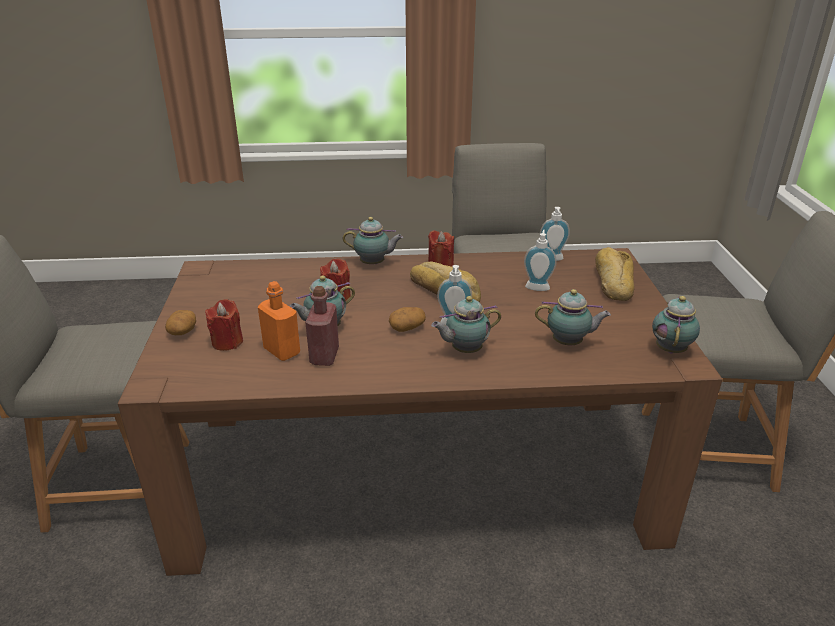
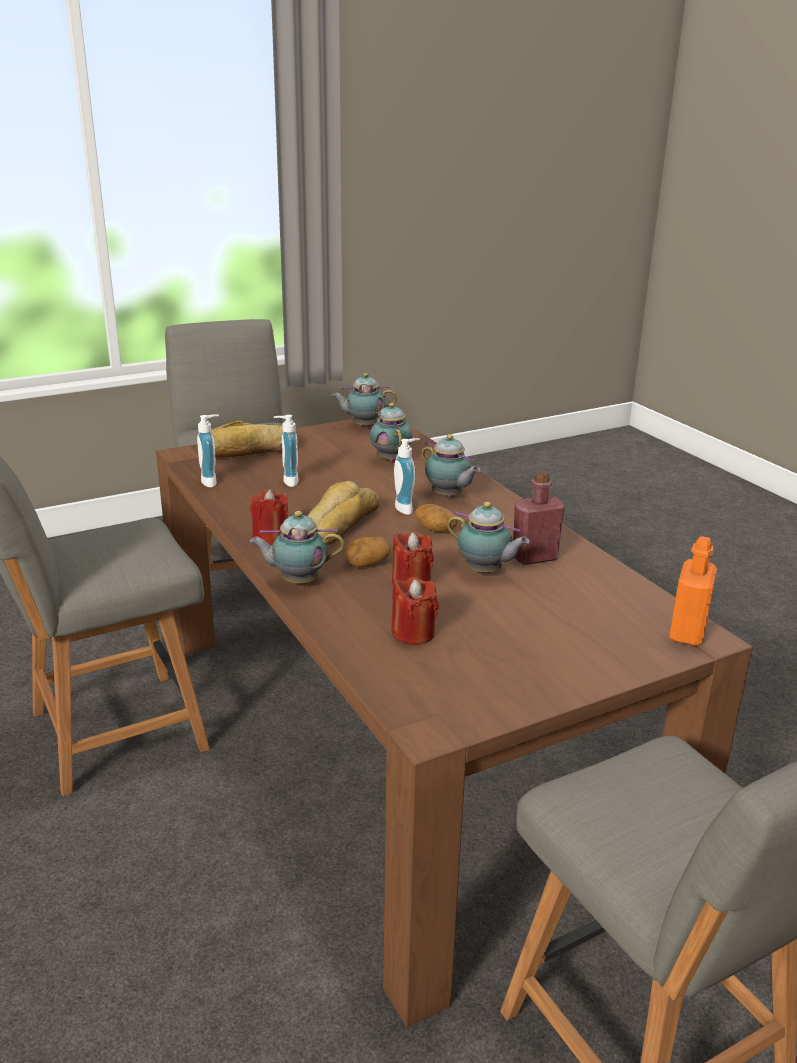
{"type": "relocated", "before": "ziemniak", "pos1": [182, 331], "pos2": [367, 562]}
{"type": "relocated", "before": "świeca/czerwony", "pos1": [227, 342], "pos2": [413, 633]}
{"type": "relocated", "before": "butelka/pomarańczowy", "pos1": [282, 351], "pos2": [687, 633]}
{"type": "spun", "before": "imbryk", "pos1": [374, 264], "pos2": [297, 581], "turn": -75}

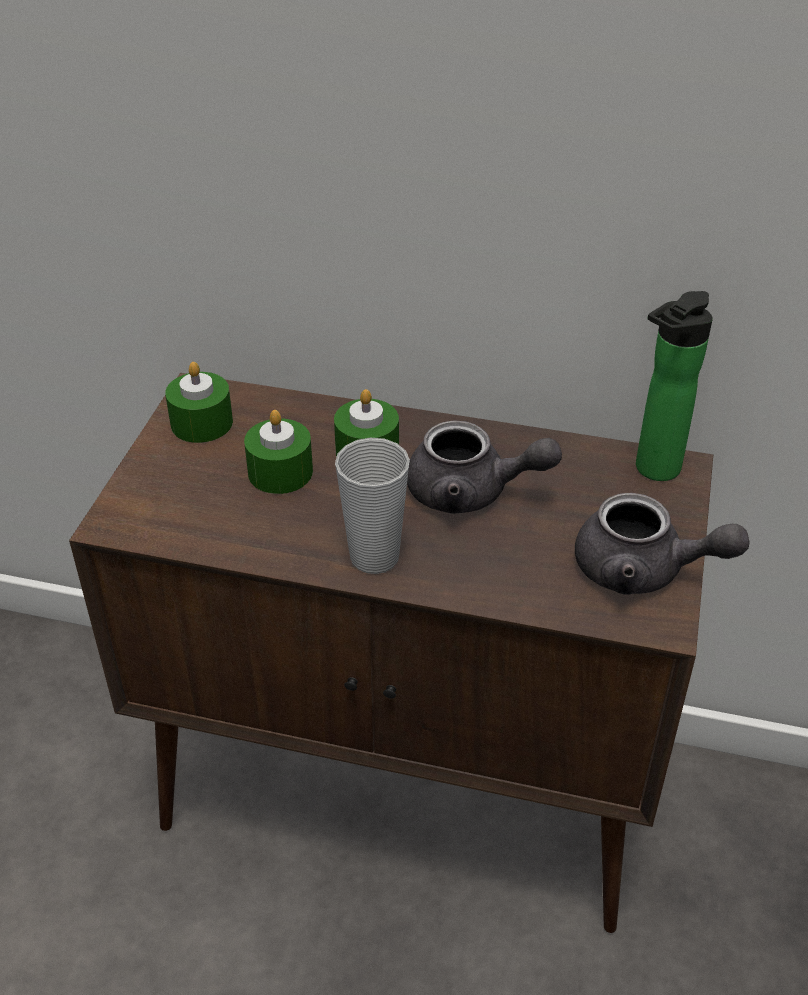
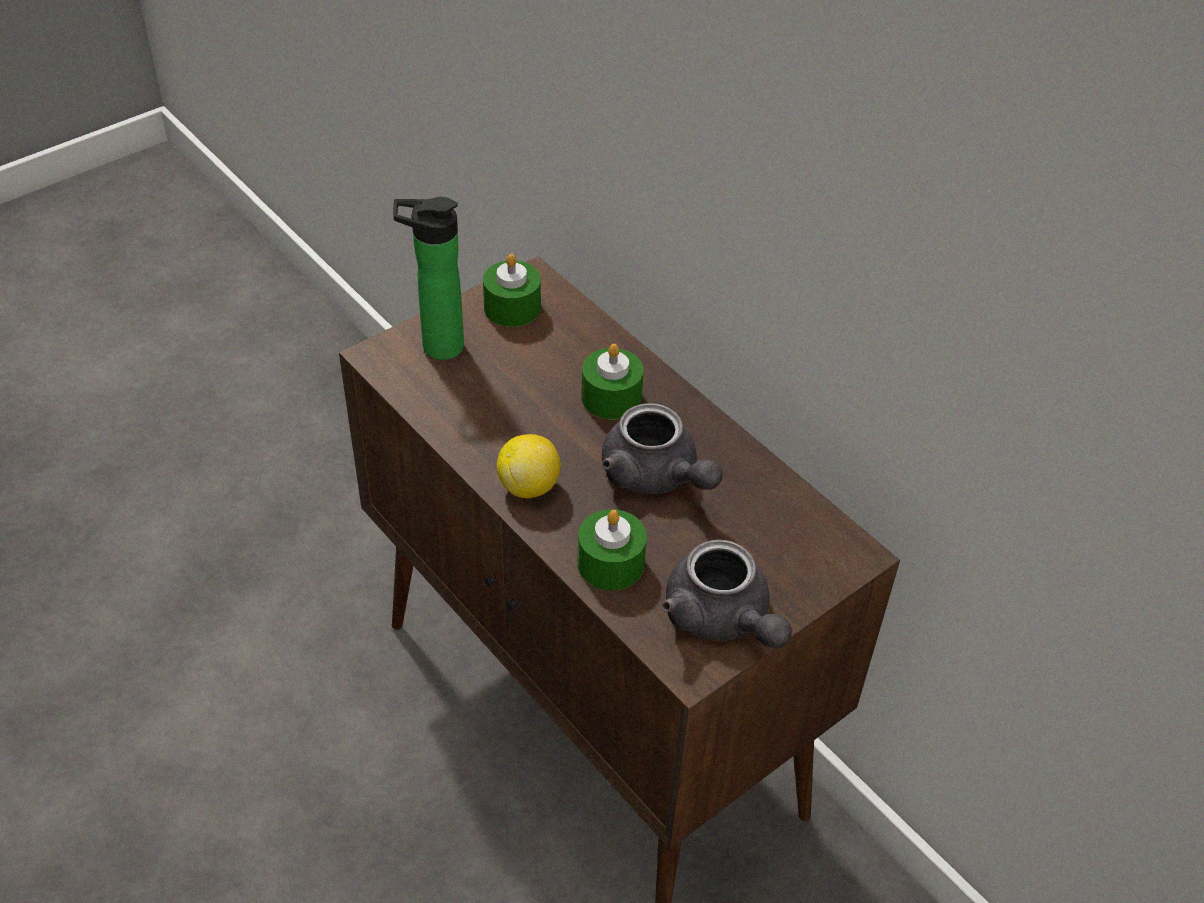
{"type": "relocated", "before": "świeca/zielony", "pos1": [280, 472], "pos2": [610, 563]}
{"type": "relocated", "before": "butelka", "pos1": [653, 470], "pos2": [436, 347]}
{"type": "exchanged", "before": "filiżanka", "after": "cytryna", "pos1": [374, 557], "pos2": [529, 486]}

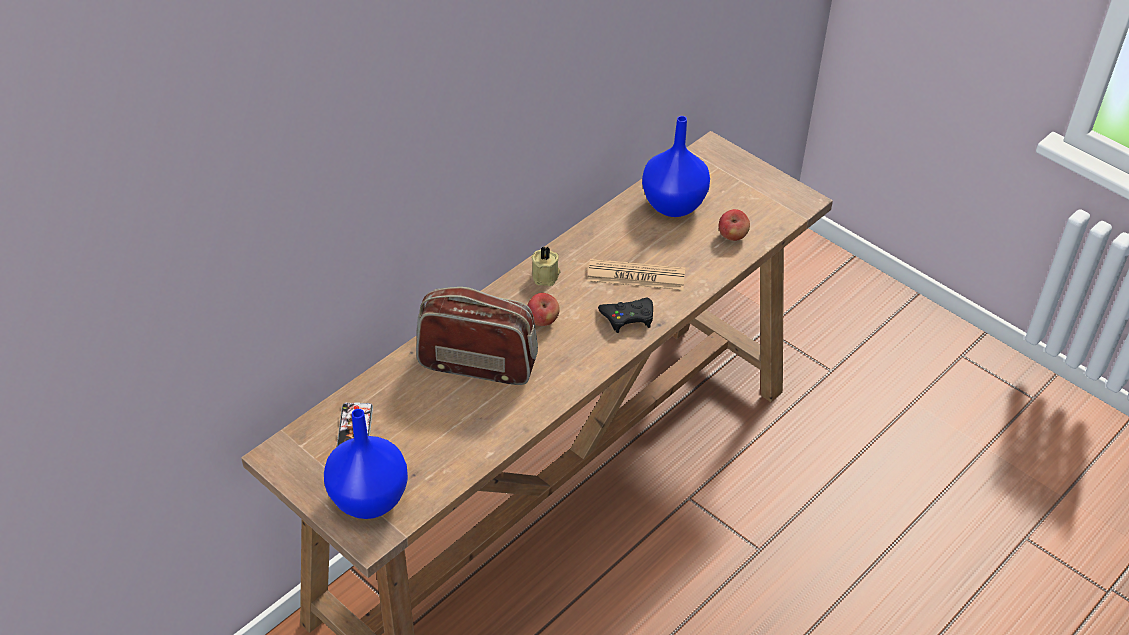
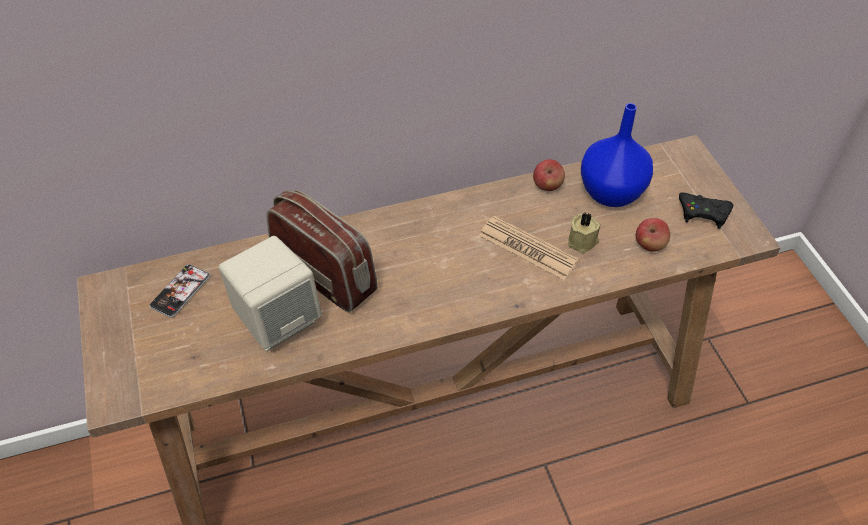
{"type": "missing", "before": "wazon/niebieski", "pos1": [367, 500]}
{"type": "appeared", "after": "głośnik/beżowy", "pos2": [277, 320]}
{"type": "relocated", "before": "jabłko", "pos1": [542, 320], "pos2": [547, 186]}
{"type": "relocated", "before": "świeca/beżowy", "pos1": [546, 276], "pos2": [583, 242]}
{"type": "relocated", "before": "pad do gier/czarny", "pos1": [628, 317], "pos2": [703, 213]}

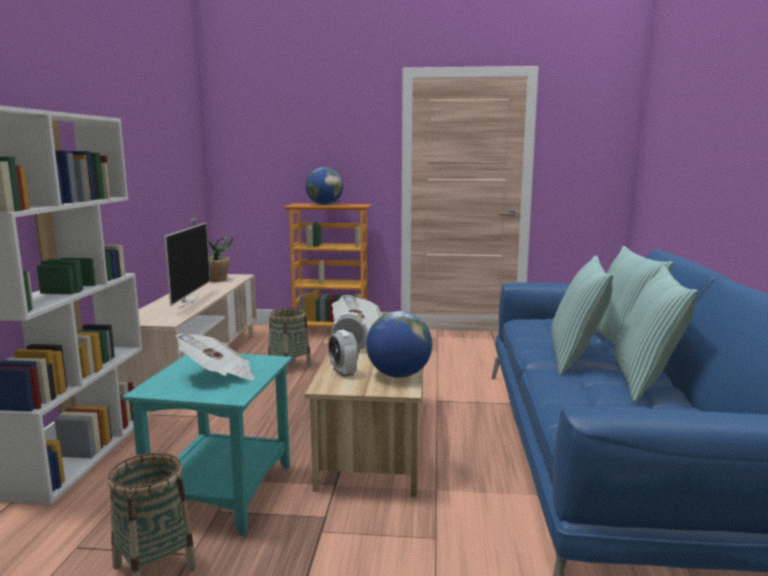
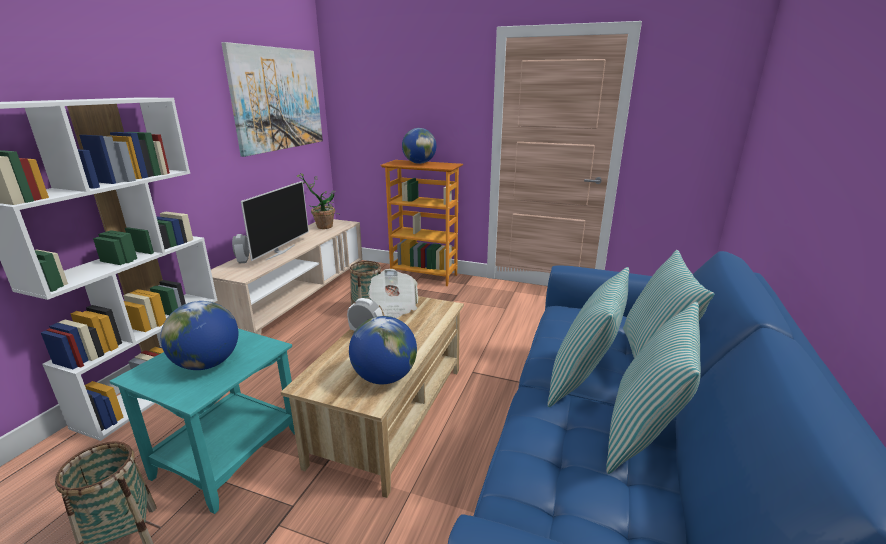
{"type": "appeared", "after": "obraz", "pos2": [278, 99]}
{"type": "relocated", "before": "budzik", "pos1": [343, 372], "pos2": [243, 260]}
{"type": "exchanged", "before": "gazeta", "after": "globus", "pos1": [219, 375], "pos2": [207, 364]}

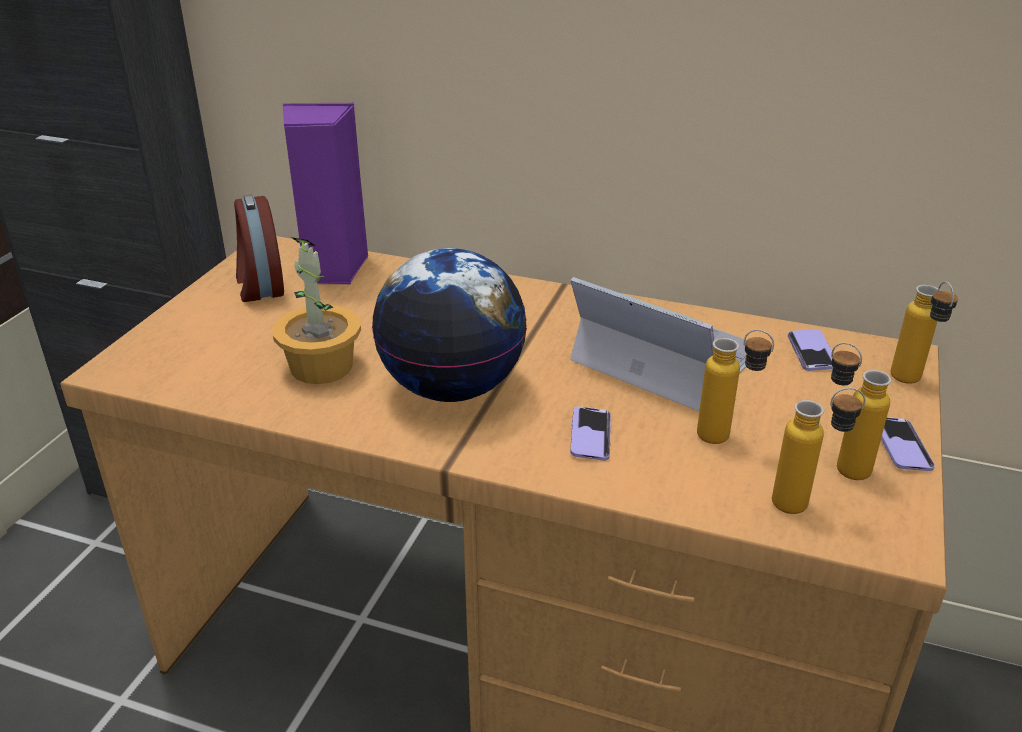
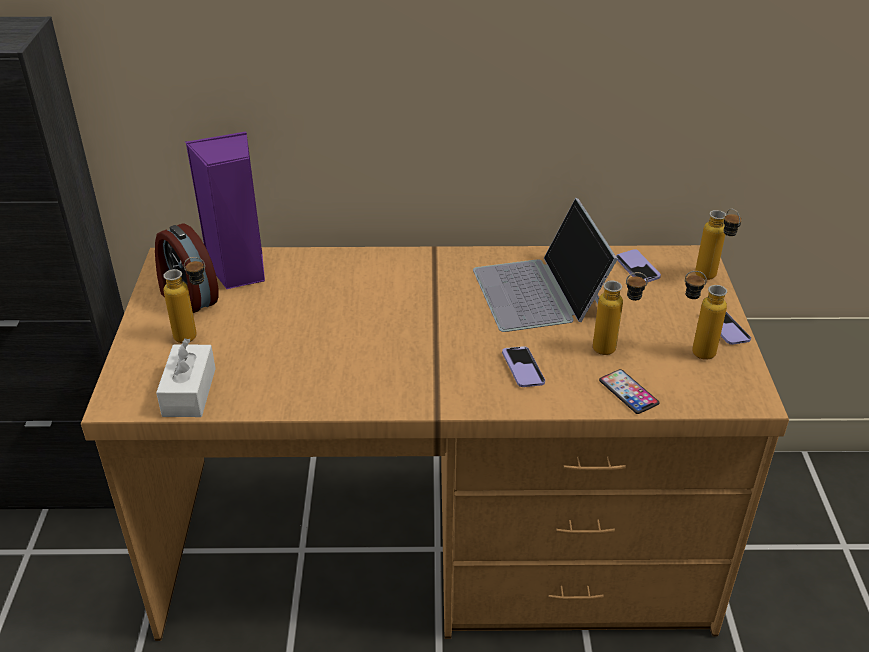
{"type": "missing", "before": "roślina doniczkowa", "pos1": [321, 367]}
{"type": "missing", "before": "globus", "pos1": [452, 388]}
{"type": "appeared", "after": "pudełko chusteczek/biały", "pos2": [189, 392]}
{"type": "appeared", "after": "telefon", "pos2": [628, 392]}
{"type": "relocated", "before": "butelka", "pos1": [804, 505], "pos2": [195, 335]}
{"type": "spun", "before": "laptop", "pos1": [665, 355], "pos2": [540, 292], "turn": -120}

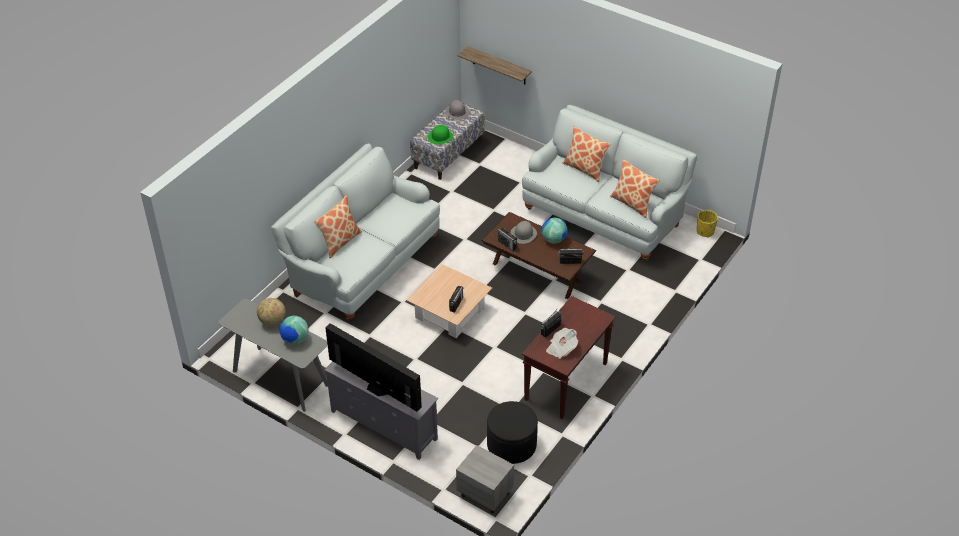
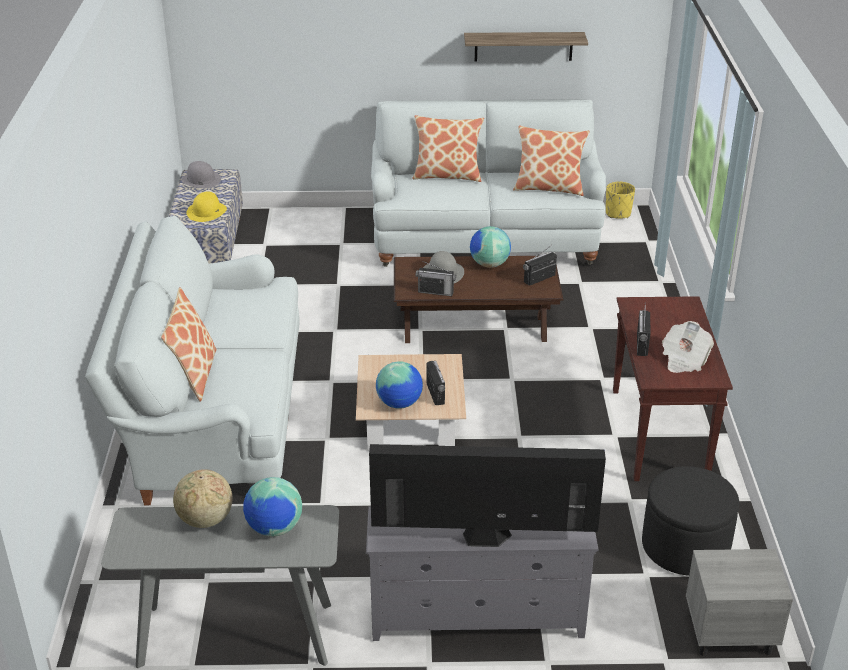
{"type": "appeared", "after": "globus", "pos2": [399, 403]}
{"type": "relocated", "before": "półka", "pos1": [499, 66], "pos2": [523, 46]}
{"type": "colour", "before": "kapelusz/zielony", "after": "kapelusz/żółty", "pos1": [440, 136], "pos2": [206, 211]}

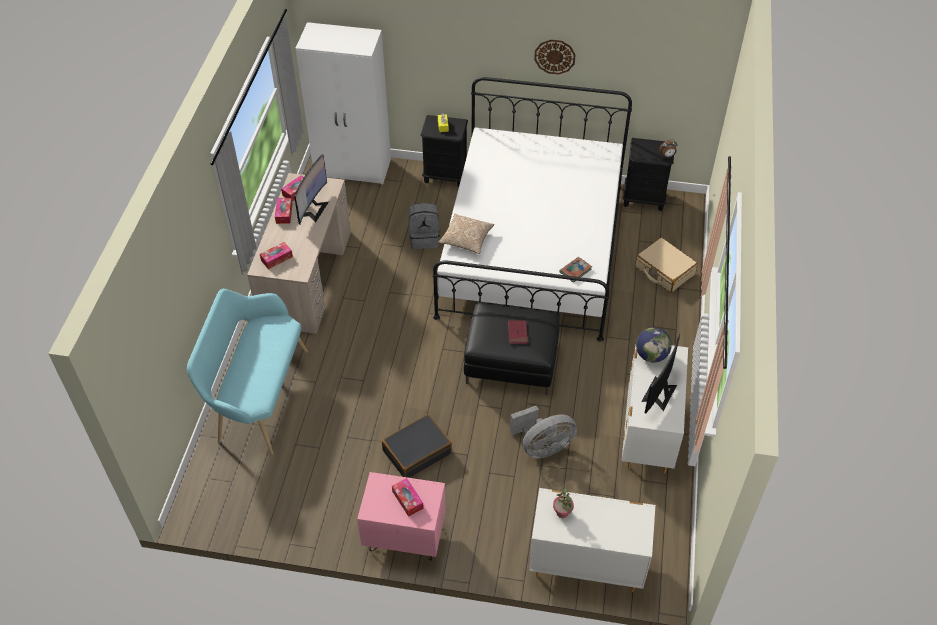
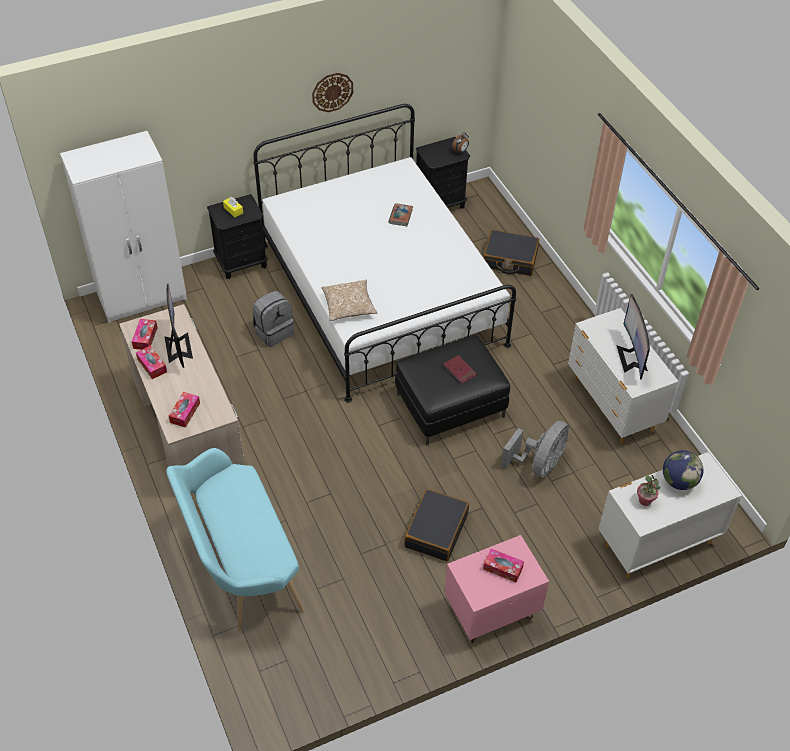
{"type": "relocated", "before": "książka", "pos1": [575, 271], "pos2": [400, 216]}
{"type": "relocated", "before": "globus", "pos1": [651, 355], "pos2": [678, 481]}
{"type": "colour", "before": "walizka/beżowy", "after": "walizka/czarny", "pos1": [664, 271], "pos2": [510, 259]}

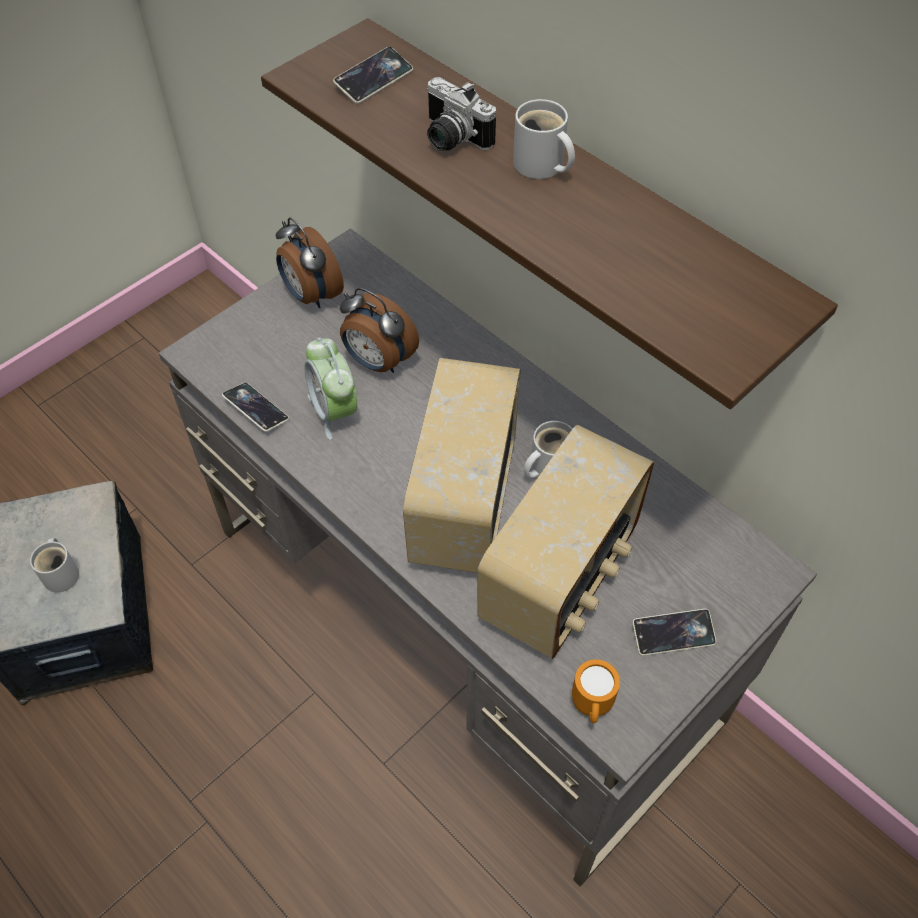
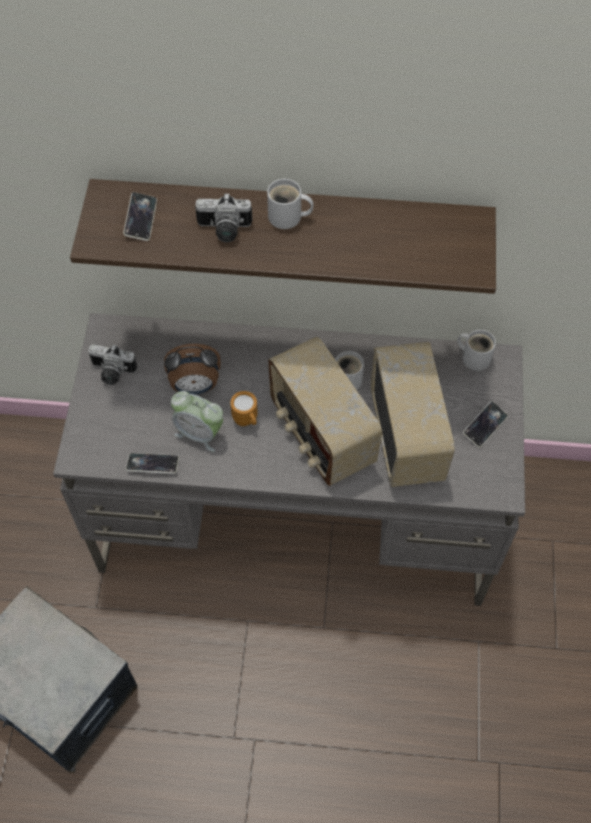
{"type": "relocated", "before": "kubek/biały", "pos1": [62, 573], "pos2": [474, 356]}
{"type": "relocated", "before": "kubek/pomarańczowy", "pos1": [591, 708], "pos2": [247, 421]}
{"type": "exchanged", "before": "budzik", "after": "aparat fotograficzny", "pos1": [311, 295], "pos2": [111, 372]}

